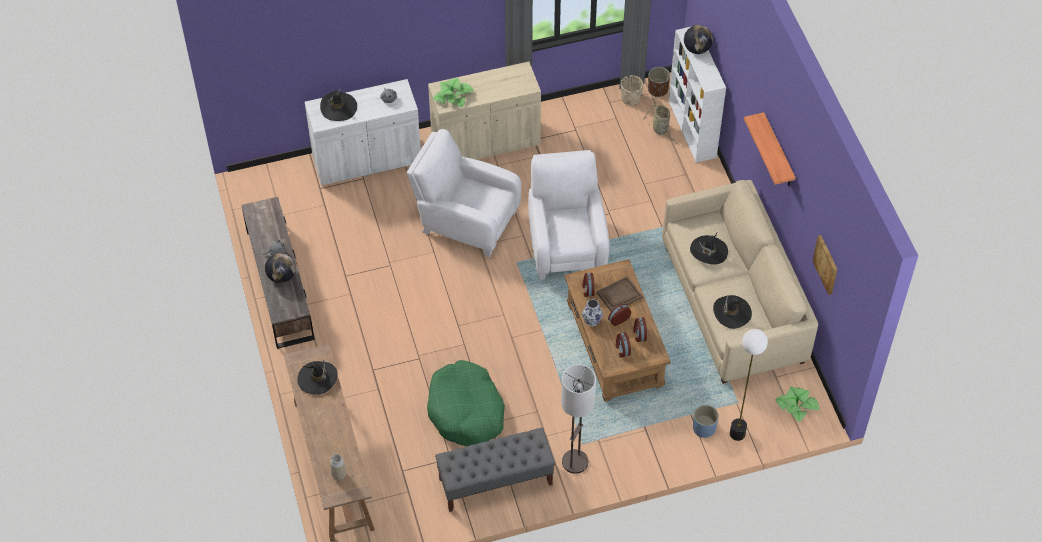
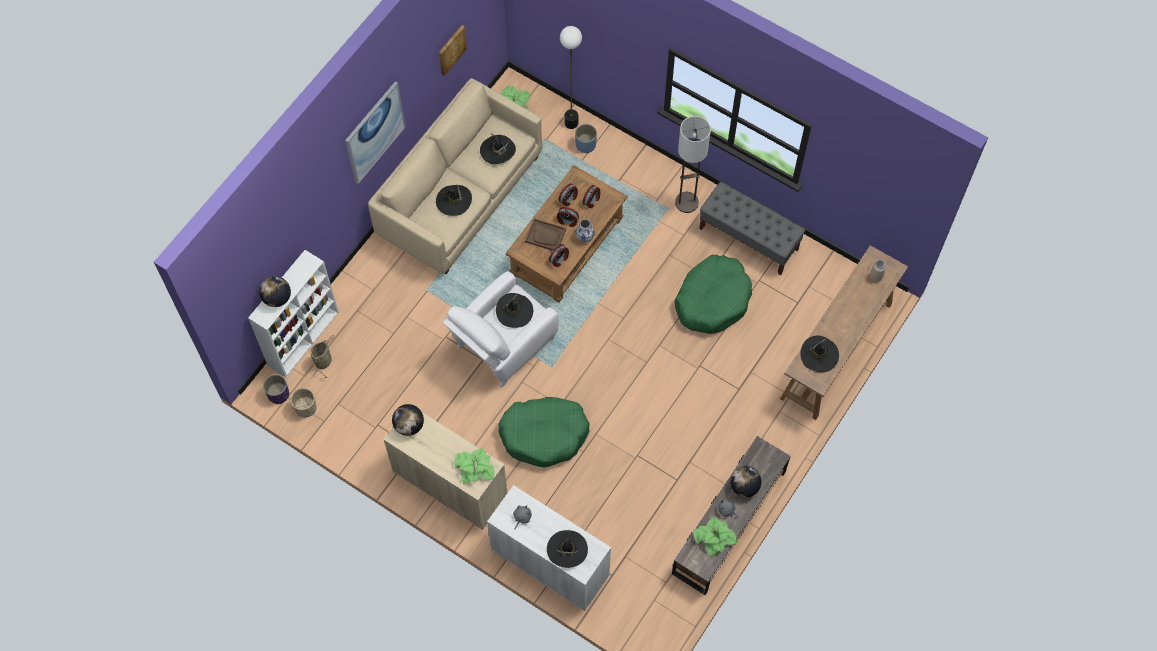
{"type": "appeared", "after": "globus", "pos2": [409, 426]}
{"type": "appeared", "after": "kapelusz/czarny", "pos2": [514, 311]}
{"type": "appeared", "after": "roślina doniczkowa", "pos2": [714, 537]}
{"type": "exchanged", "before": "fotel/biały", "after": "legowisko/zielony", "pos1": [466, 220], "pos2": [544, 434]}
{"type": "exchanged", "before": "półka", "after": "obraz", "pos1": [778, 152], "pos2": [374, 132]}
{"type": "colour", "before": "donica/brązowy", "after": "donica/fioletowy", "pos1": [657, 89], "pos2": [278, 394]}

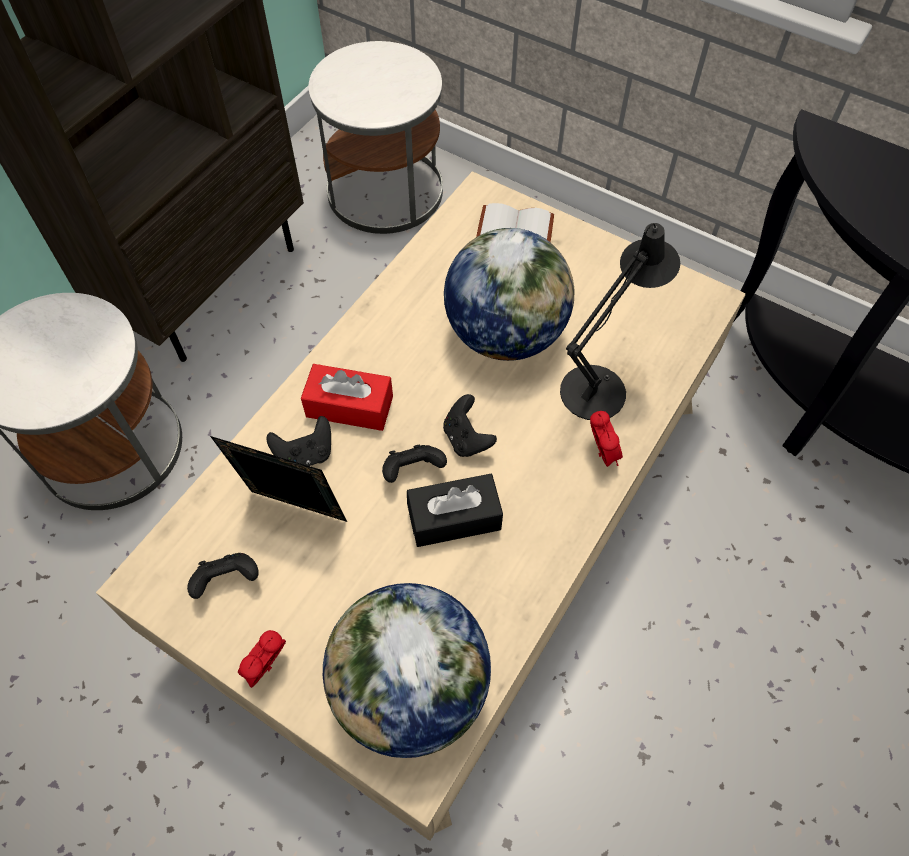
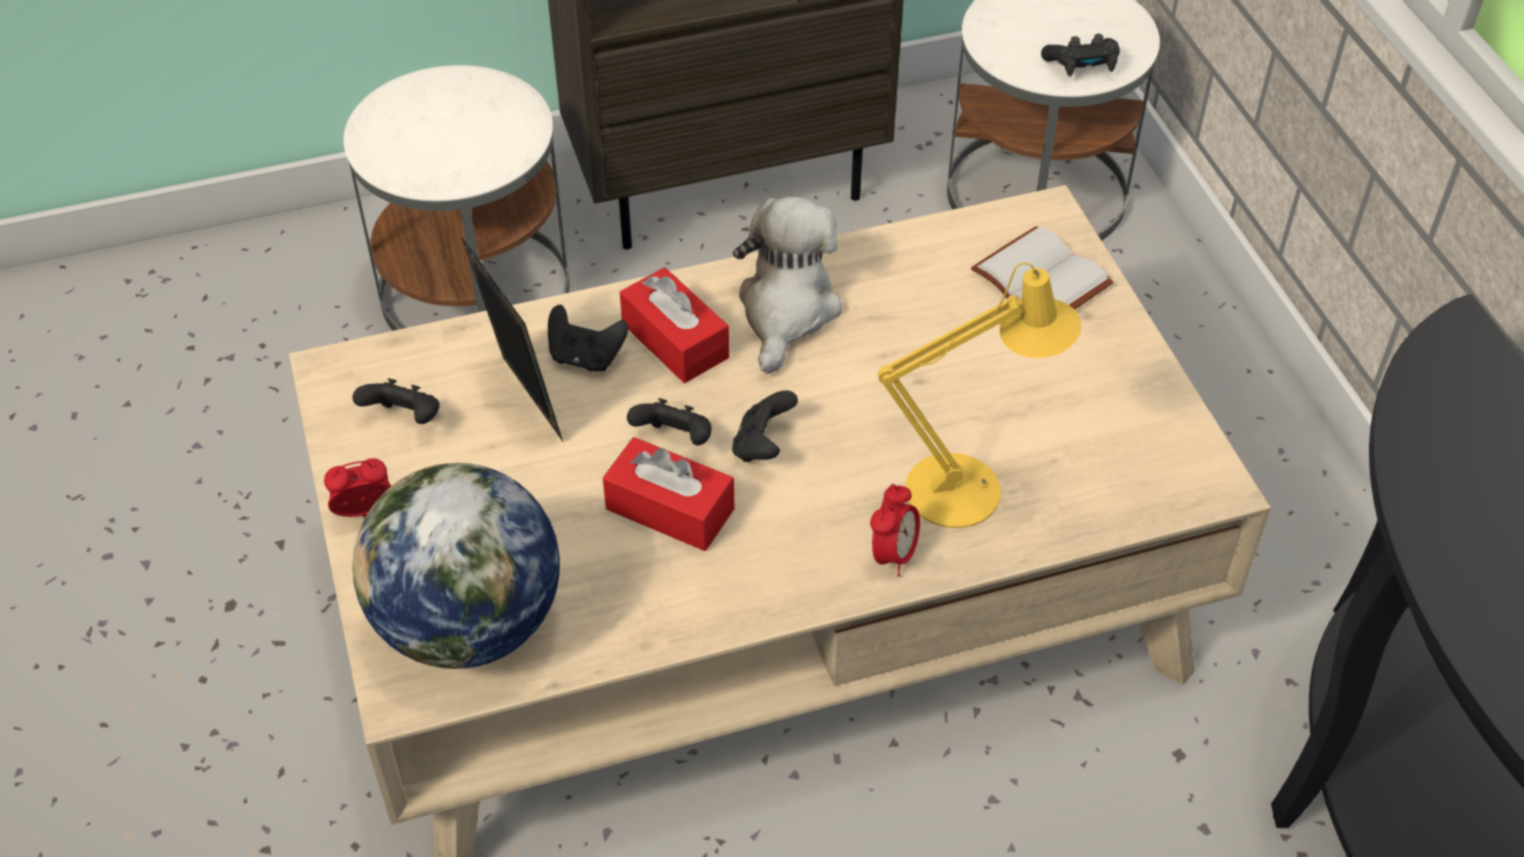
{"type": "missing", "before": "globus", "pos1": [505, 334]}
{"type": "appeared", "after": "pluszak", "pos2": [786, 310]}
{"type": "appeared", "after": "pad do gier/czarny", "pos2": [1082, 66]}
{"type": "colour", "before": "pudełko chusteczek/czarny", "after": "pudełko chusteczek/czerwony", "pos1": [454, 518], "pos2": [670, 509]}
{"type": "colour", "before": "lampa stołowa/czarny", "after": "lampa stołowa/żółty", "pos1": [599, 386], "pos2": [968, 489]}

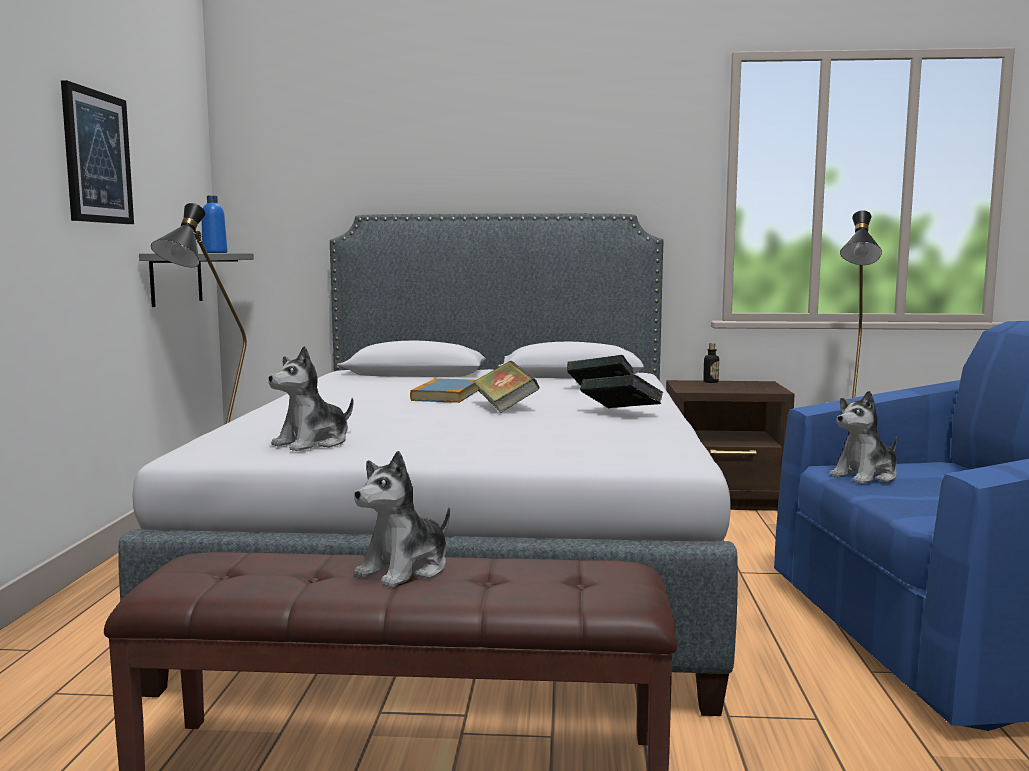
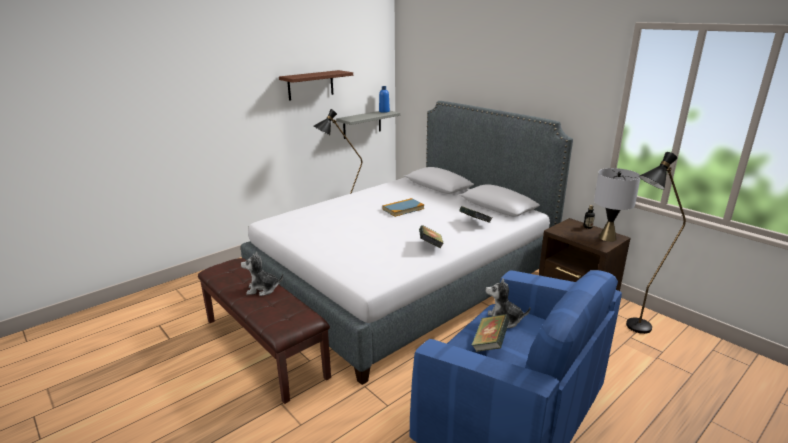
{"type": "missing", "before": "pluszak", "pos1": [313, 443]}
{"type": "appeared", "after": "lampa stołowa/szary", "pos2": [607, 238]}
{"type": "relocated", "before": "książka", "pos1": [505, 407], "pos2": [489, 343]}
{"type": "exchanged", "before": "obraz", "after": "półka/brązowy", "pos1": [97, 157], "pos2": [310, 85]}

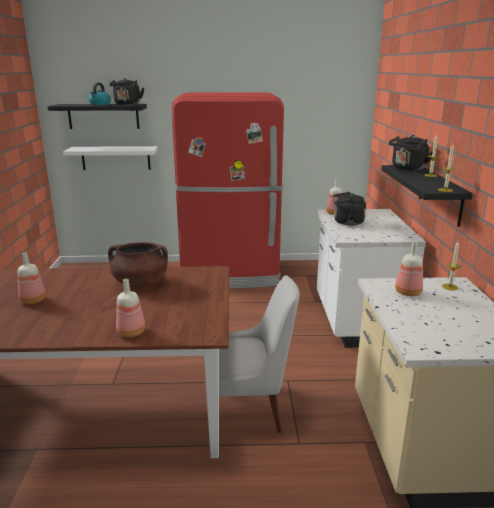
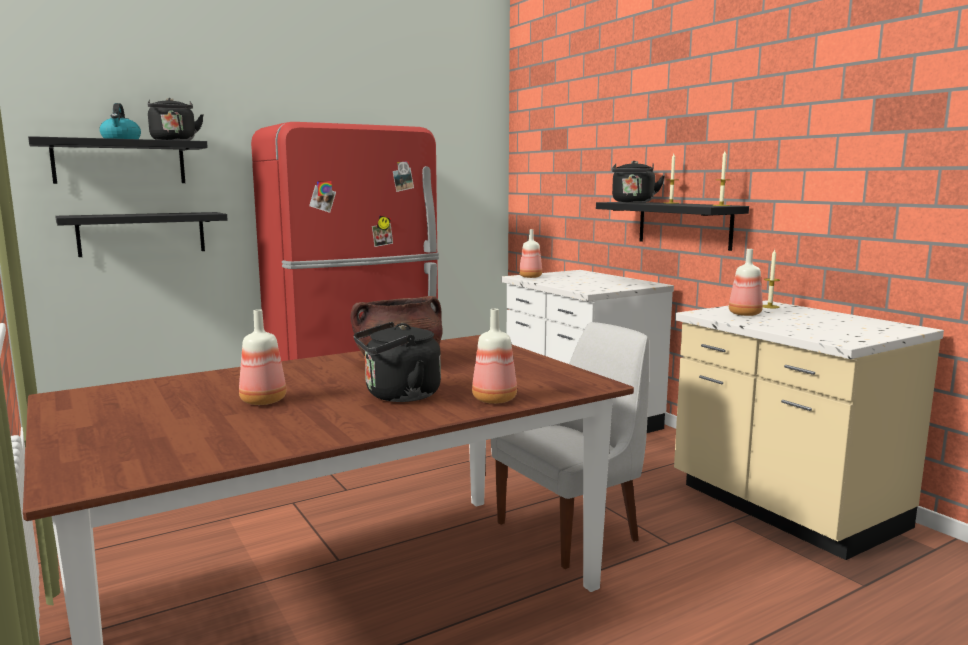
{"type": "relocated", "before": "czajnik/czarny", "pos1": [346, 222], "pos2": [398, 396]}
{"type": "colour", "before": "półka/biały", "after": "półka/czarny", "pos1": [116, 158], "pos2": [142, 233]}

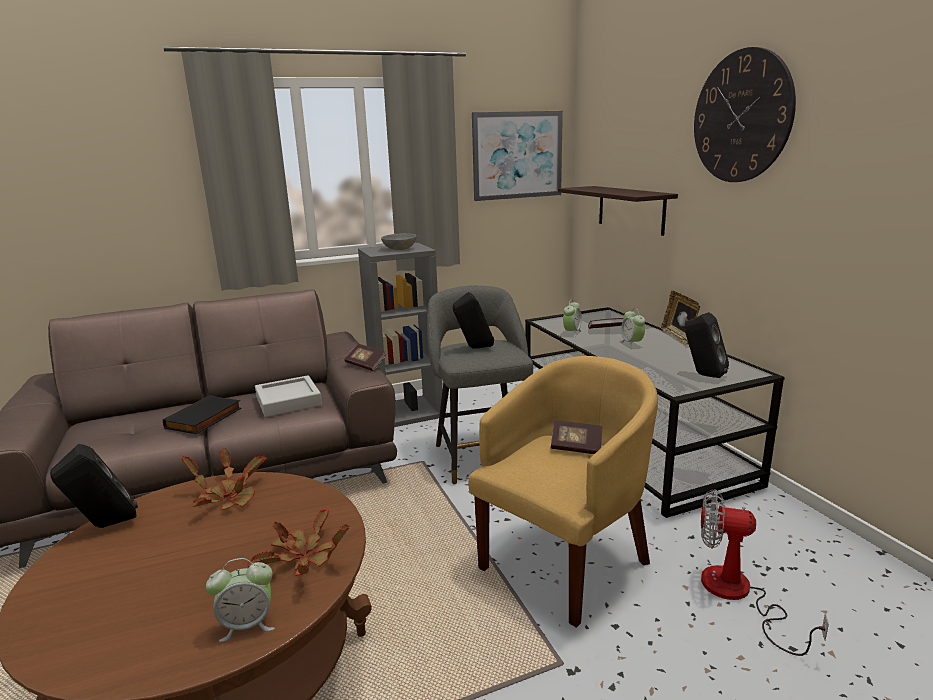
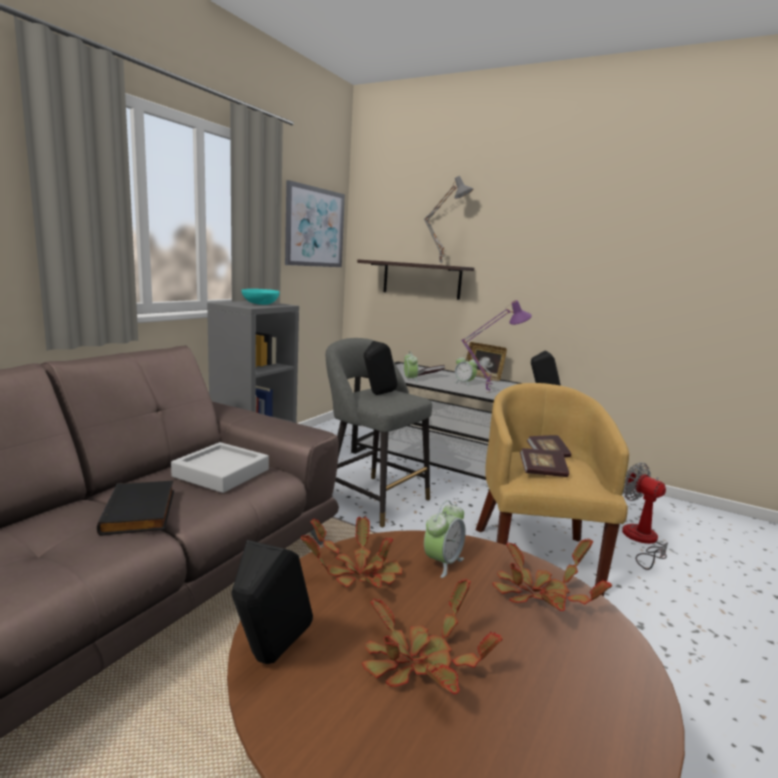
{"type": "missing", "before": "zegar ścienny", "pos1": [741, 117]}
{"type": "appeared", "after": "roślina doniczkowa", "pos2": [417, 663]}
{"type": "appeared", "after": "lampa stołowa/szary", "pos2": [442, 264]}
{"type": "appeared", "after": "lampa stołowa/fioletowy", "pos2": [488, 392]}
{"type": "relocated", "before": "budzik", "pos1": [247, 625], "pos2": [442, 563]}
{"type": "relocated", "before": "książka", "pos1": [365, 365], "pos2": [542, 472]}
{"type": "colour", "before": "miska/szary", "after": "miska/turkusowy", "pos1": [399, 249], "pos2": [260, 304]}
{"type": "spun", "before": "wentylator", "pos1": [738, 595], "pos2": [641, 541], "turn": 75}

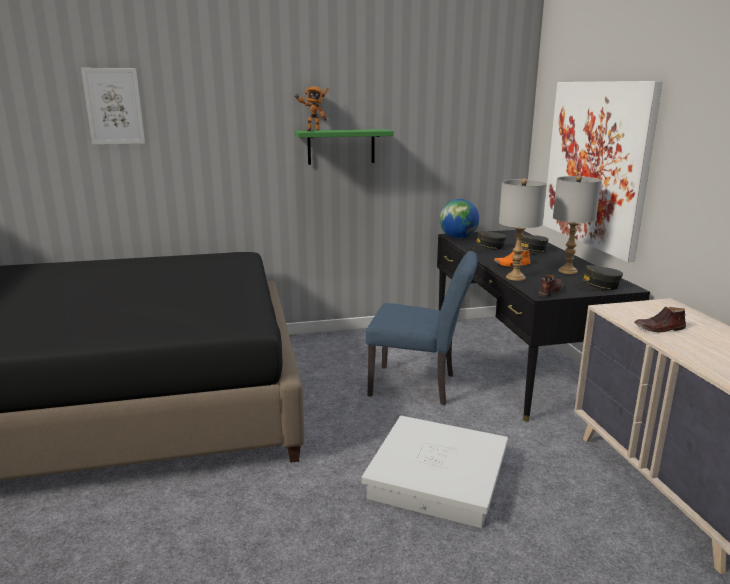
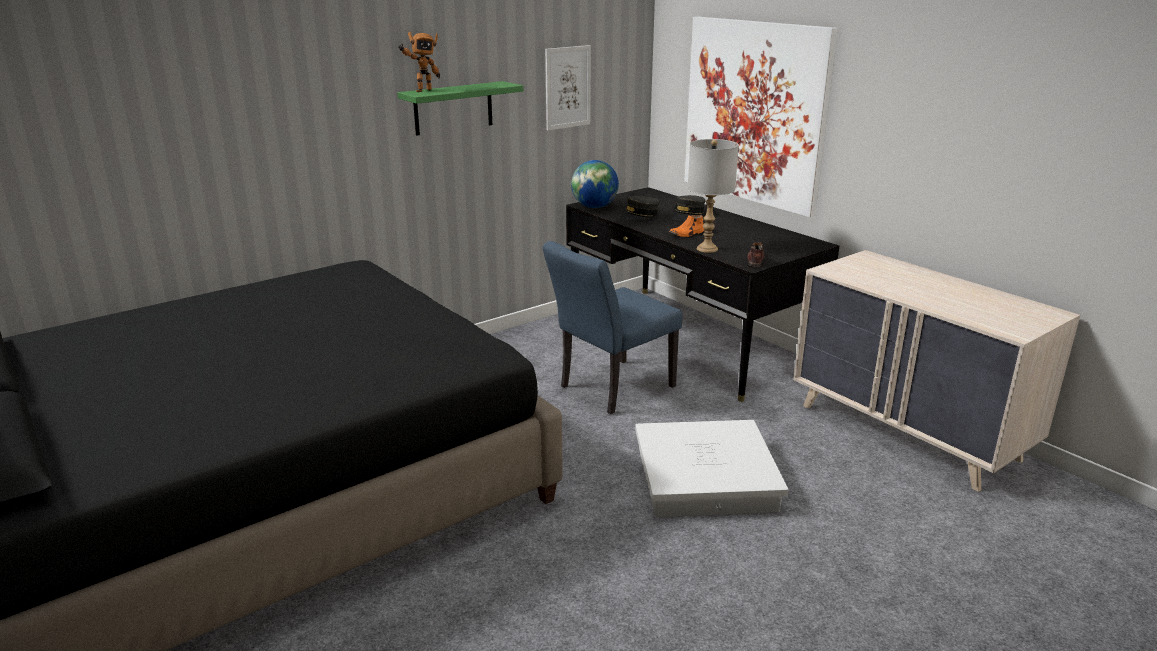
{"type": "missing", "before": "lampa stołowa/szary", "pos1": [567, 271]}
{"type": "missing", "before": "czapka z daszkiem/szary", "pos1": [597, 286]}
{"type": "missing", "before": "but/brązowy", "pos1": [659, 328]}
{"type": "relocated", "before": "obraz", "pos1": [114, 106], "pos2": [567, 87]}
{"type": "spun", "before": "krzesło/niebieski", "pos1": [419, 386], "pos2": [610, 389], "turn": 150}

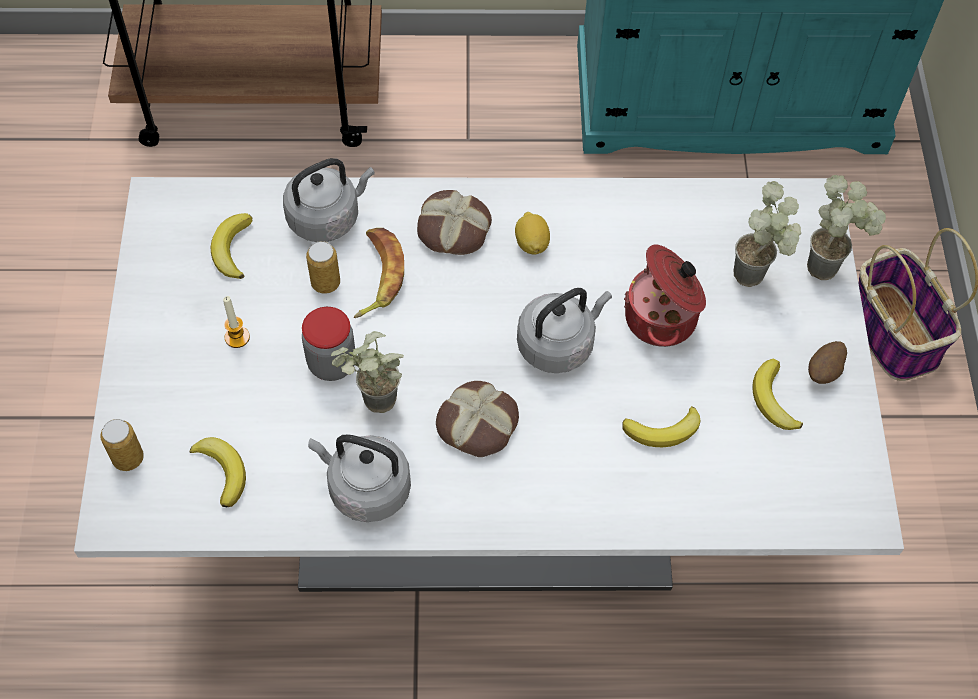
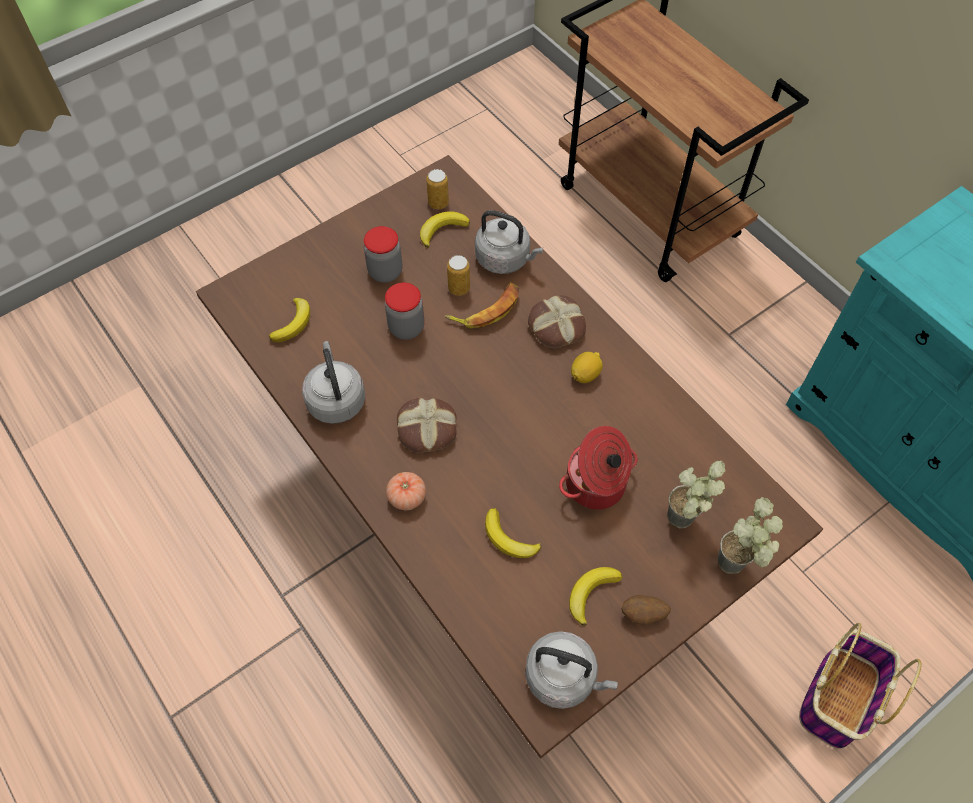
{"type": "missing", "before": "roślina doniczkowa", "pos1": [372, 406]}
{"type": "appeared", "after": "pomidor", "pos2": [407, 497]}
{"type": "relocated", "before": "puszka", "pos1": [128, 458], "pos2": [438, 203]}
{"type": "relocated", "before": "czajnik/szary", "pos1": [558, 344], "pos2": [564, 677]}
{"type": "exchanged", "before": "świeca", "after": "słoik", "pos1": [237, 337], "pos2": [385, 272]}
{"type": "colour", "before": "stół jadalny/biały", "after": "stół jadalny/brązowy", "pos1": [484, 498], "pos2": [486, 514]}

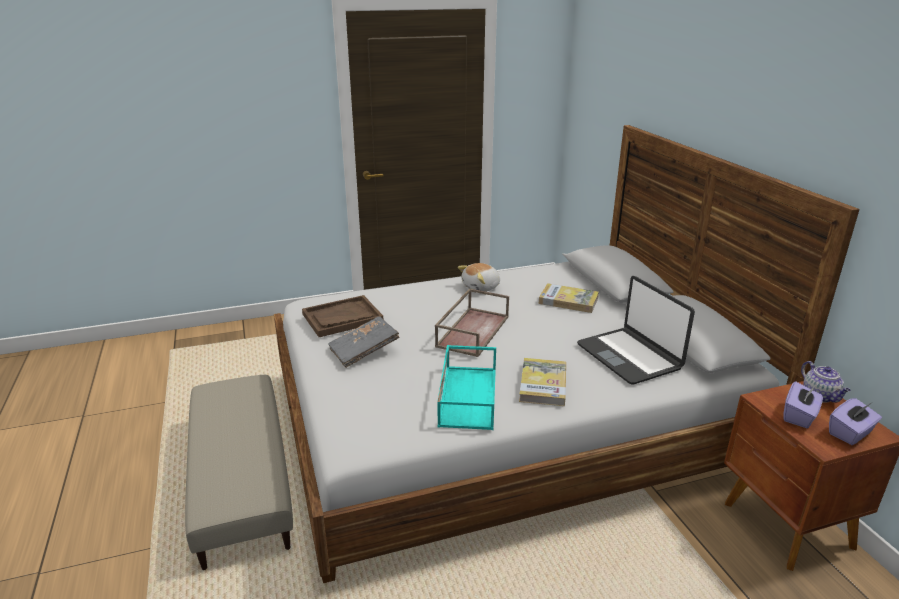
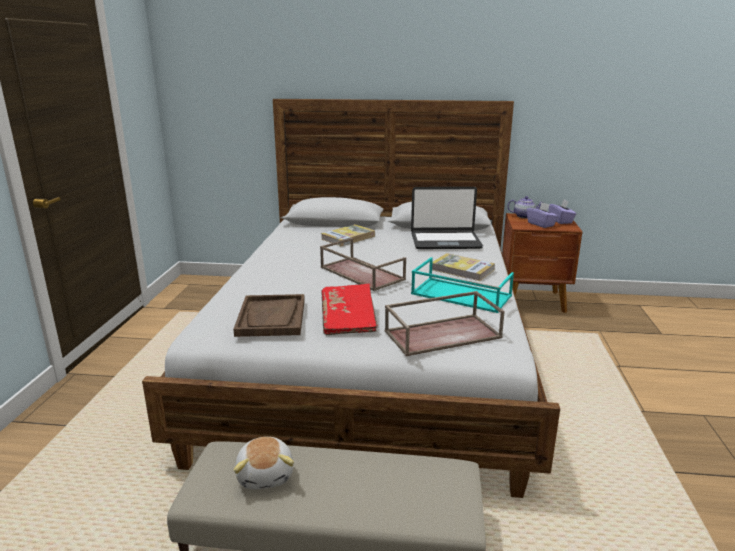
{"type": "appeared", "after": "taca/brązowy", "pos2": [443, 334]}
{"type": "relocated", "before": "pluszak", "pos1": [481, 287], "pos2": [266, 475]}
{"type": "colour", "before": "książka/szary", "after": "książka/czerwony", "pos1": [364, 351], "pos2": [348, 320]}

